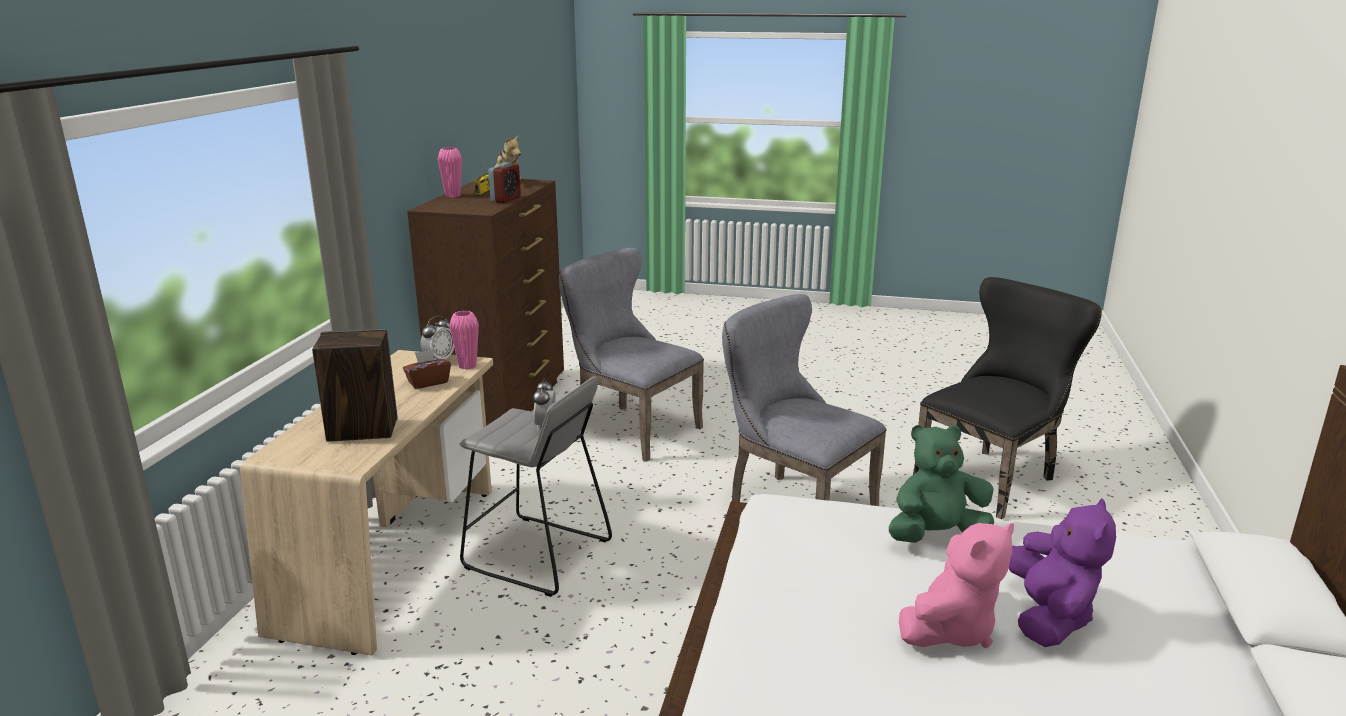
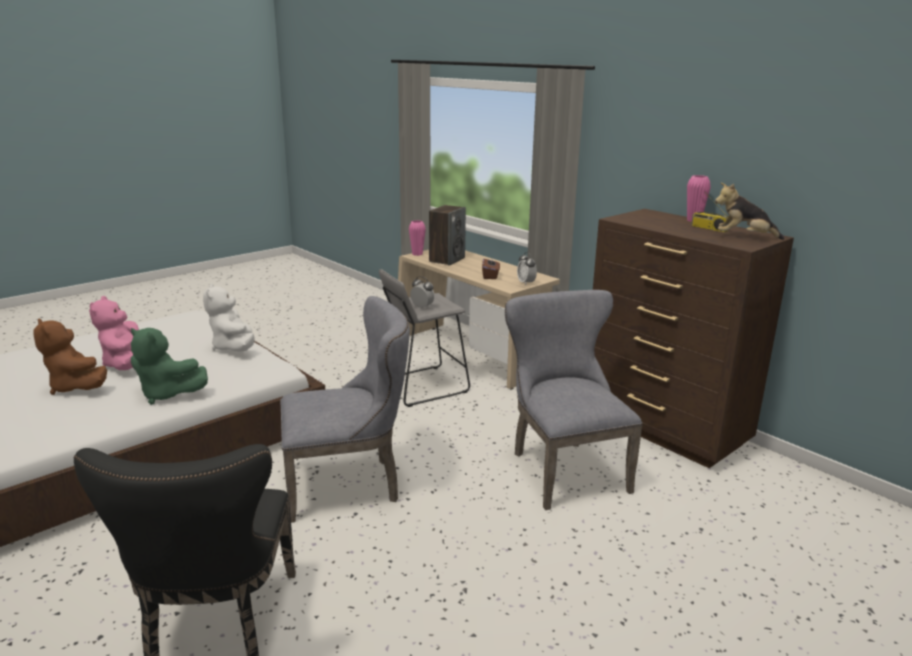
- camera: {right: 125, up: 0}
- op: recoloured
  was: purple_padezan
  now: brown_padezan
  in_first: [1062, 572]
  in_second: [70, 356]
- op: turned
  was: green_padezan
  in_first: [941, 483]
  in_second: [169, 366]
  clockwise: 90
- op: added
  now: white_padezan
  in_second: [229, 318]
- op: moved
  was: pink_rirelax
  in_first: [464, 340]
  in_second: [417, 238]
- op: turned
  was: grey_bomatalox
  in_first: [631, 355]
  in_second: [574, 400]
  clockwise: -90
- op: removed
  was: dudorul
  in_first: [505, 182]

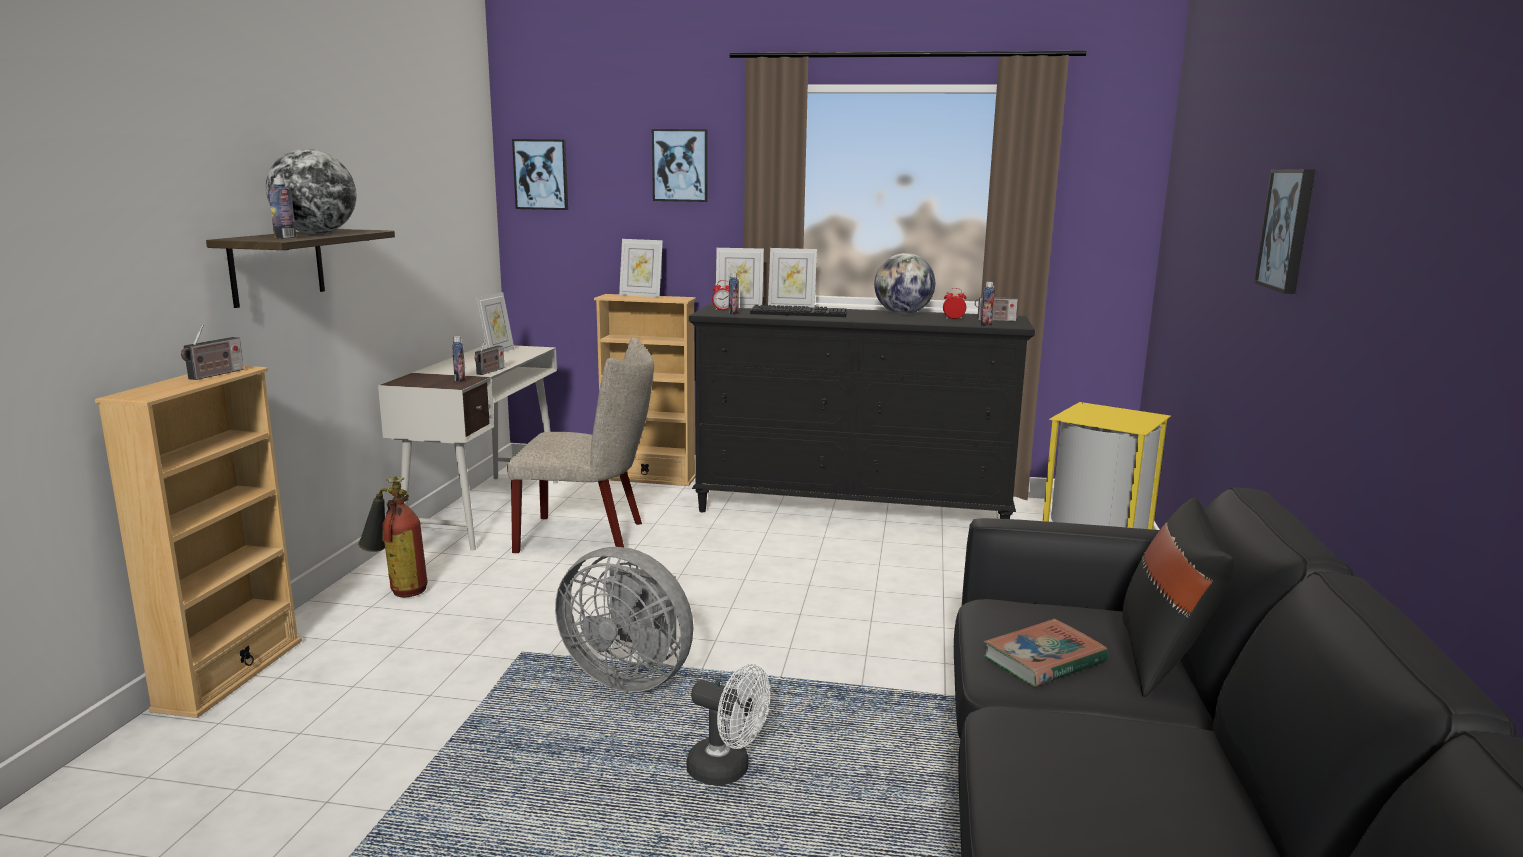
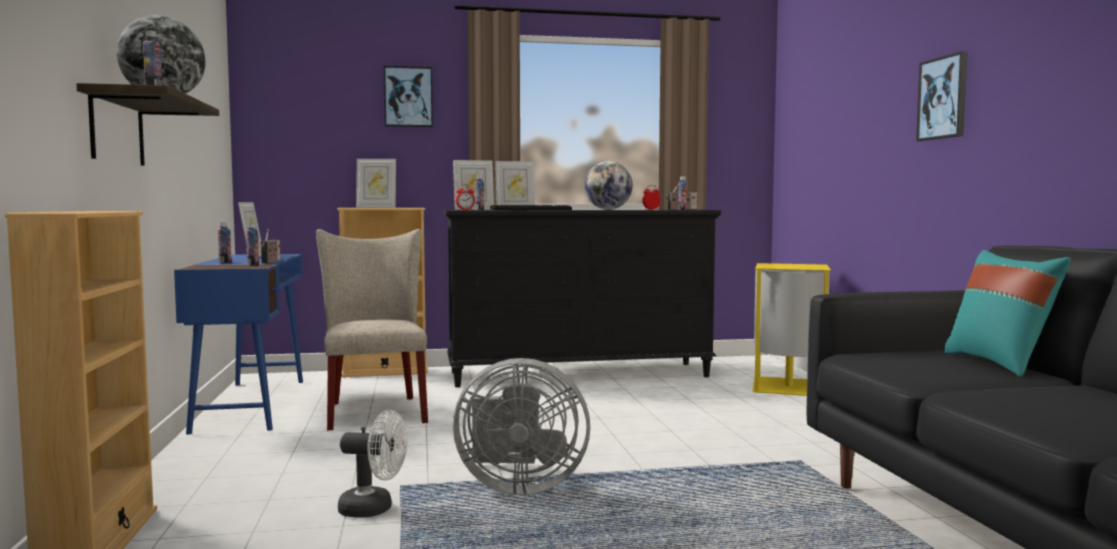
- camera: {right: -20, up: -10}
- op: recoloured
  was: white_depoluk
  now: blue_depoluk
  in_first: [468, 448]
  in_second: [238, 344]
- op: added
  now: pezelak
  in_second: [225, 242]
- op: turned
  was: beige_bomatalox
  in_first: [580, 445]
  in_second: [372, 330]
  clockwise: -90
- op: moved
  was: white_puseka
  in_first: [728, 725]
  in_second: [373, 464]
- op: recoloured
  was: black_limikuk
  now: turquoise_limikuk
  in_first: [1178, 597]
  in_second: [1007, 313]
- op: removed
  was: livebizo
  in_first: [212, 352]
- op: removed
  was: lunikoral
  in_first: [393, 536]
- op: removed
  was: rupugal
  in_first: [540, 174]
- op: removed
  was: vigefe
  in_first: [1046, 653]

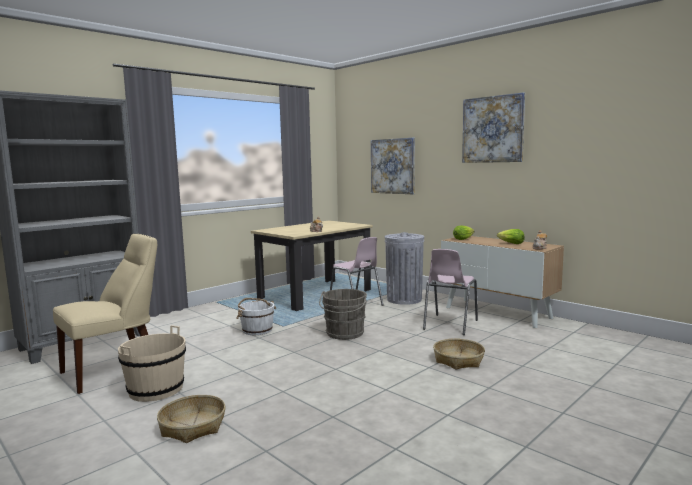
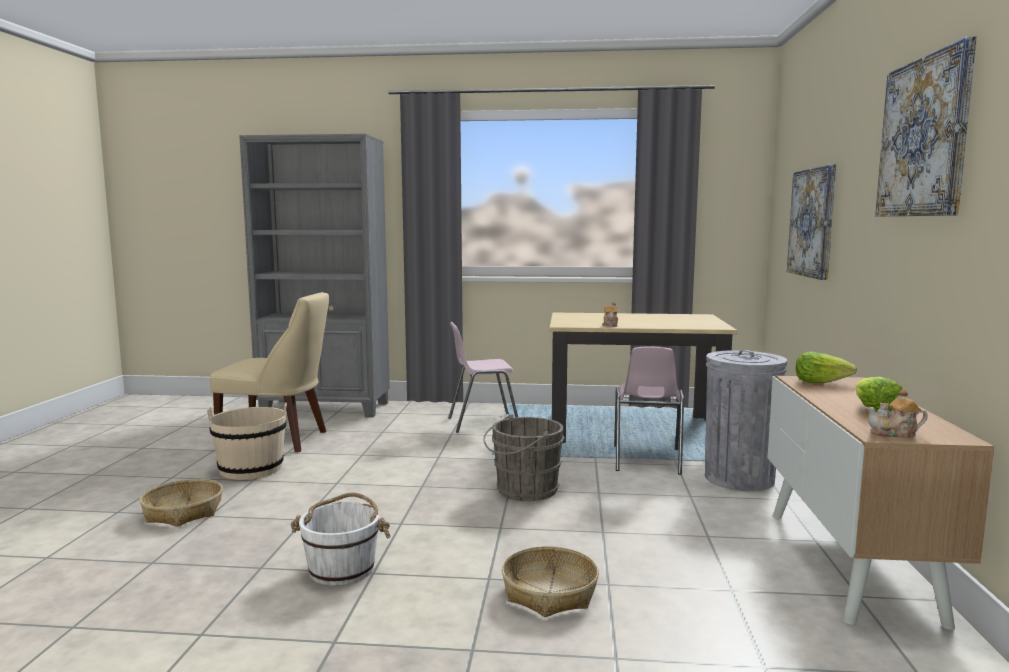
- camera: {right: 50, up: 0}
- op: moved
  was: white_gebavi
  in_first: [256, 316]
  in_second: [340, 539]
- op: moved
  was: pink_bomatalox
  in_first: [450, 292]
  in_second: [483, 377]

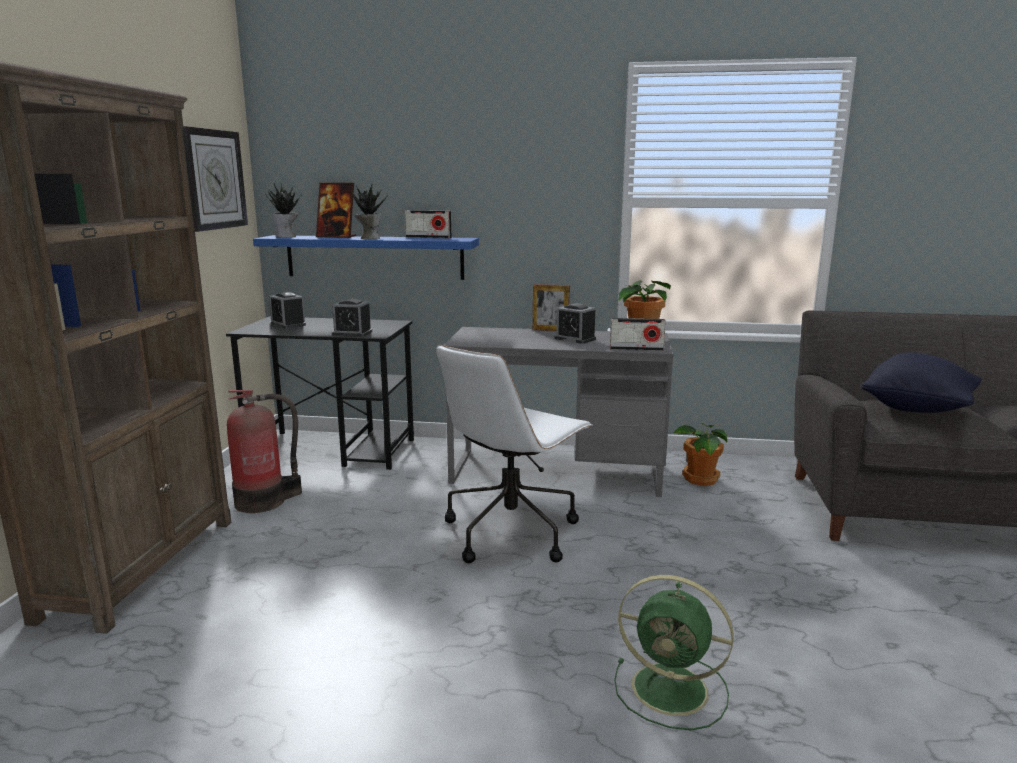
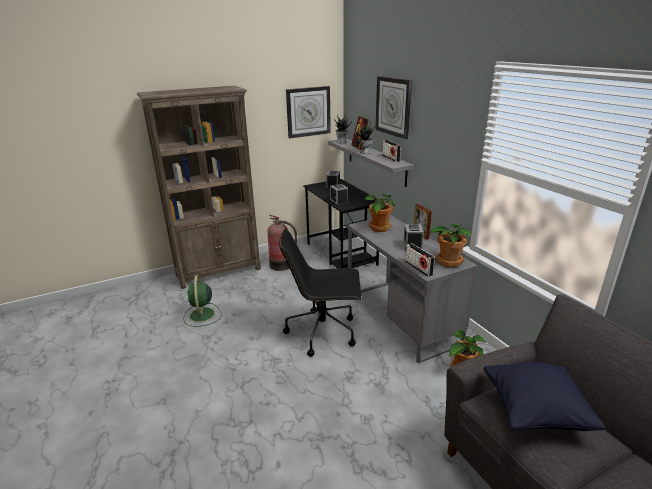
- camera: {right: 55, up: 10}
- op: moved
  was: green_puseka
  in_first: [674, 653]
  in_second: [202, 301]
- op: recoloured
  was: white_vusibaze
  now: black_vusibaze
  in_first: [514, 454]
  in_second: [320, 293]
- op: recoloured
  was: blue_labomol
  now: grey_labomol
  in_first: [366, 257]
  in_second: [371, 163]
- op: added
  now: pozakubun
  in_second: [380, 213]
- op: added
  now: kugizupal
  in_second: [394, 107]

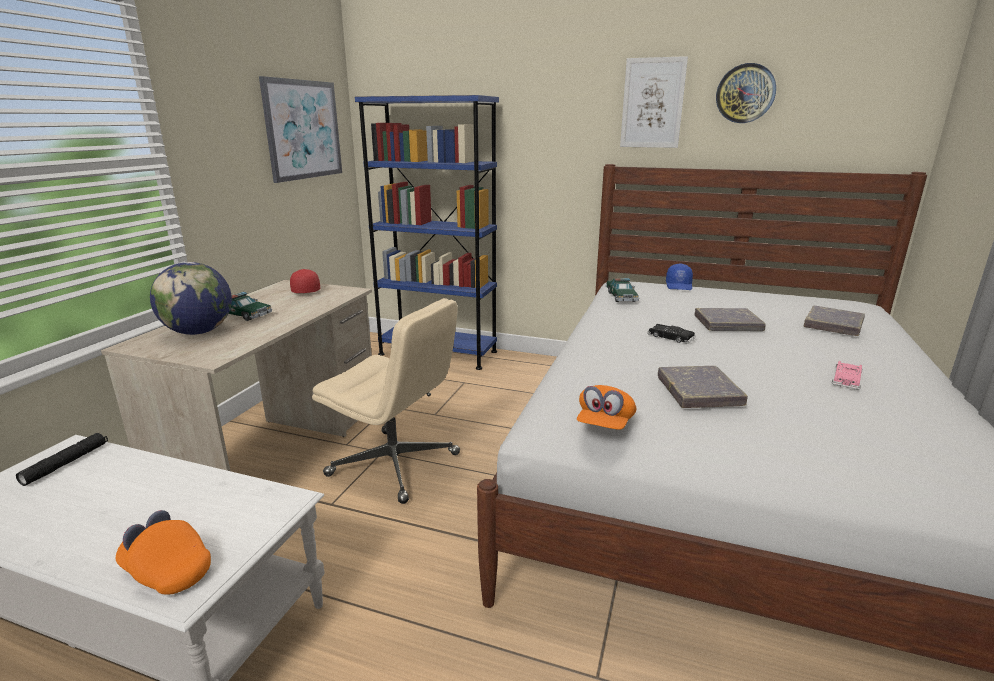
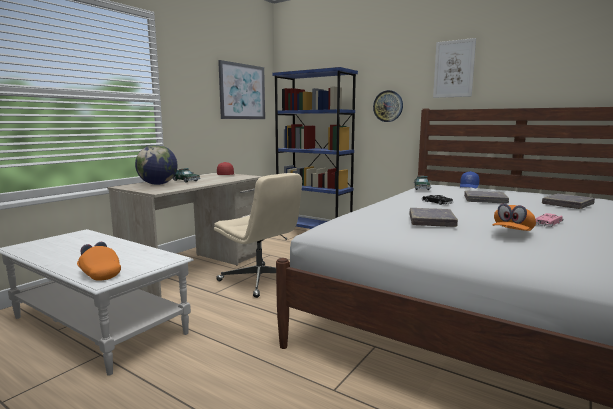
- camera: {right: 15, up: -10}
- op: moved
  was: kugizupal
  in_first: [746, 93]
  in_second: [388, 106]
- op: moved
  was: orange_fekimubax
  in_first: [606, 407]
  in_second: [514, 217]
- op: removed
  was: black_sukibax
  in_first: [62, 459]

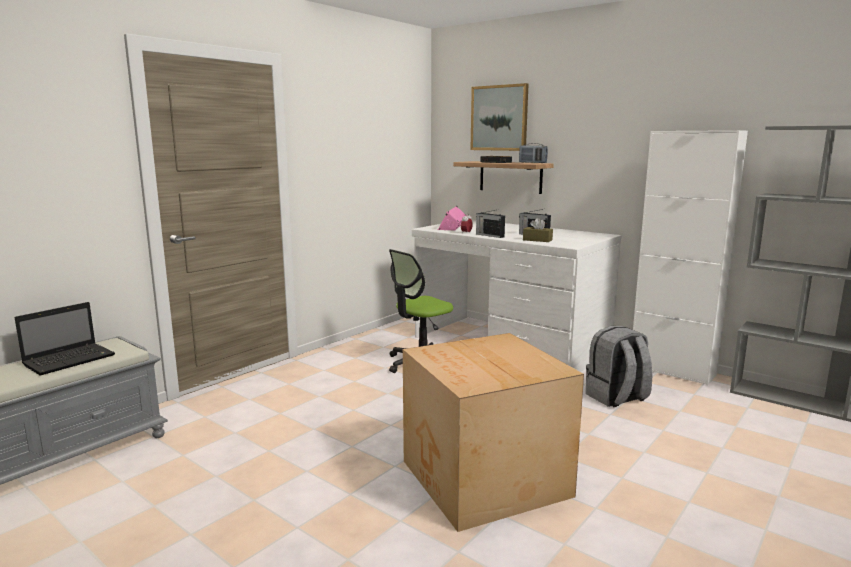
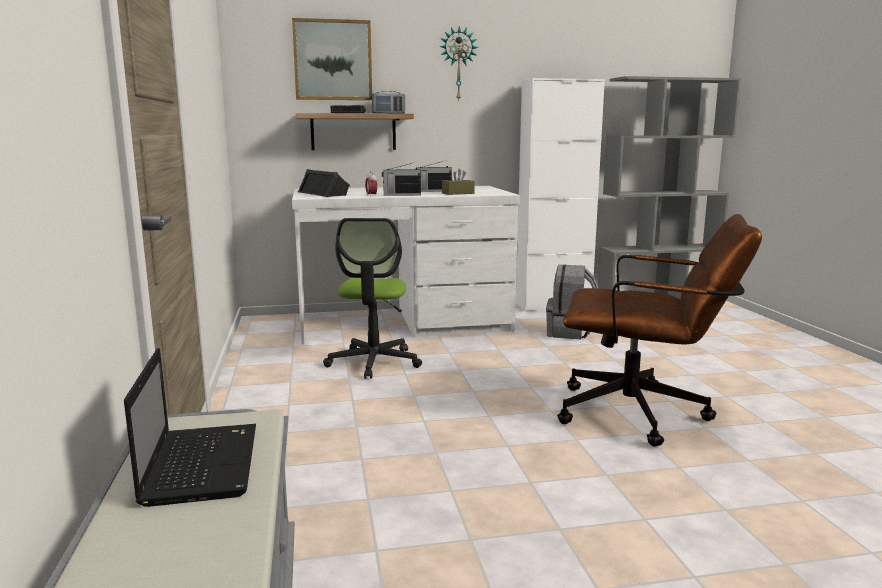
- camera: {right: -50, up: 0}
- op: recoloured
  was: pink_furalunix
  now: black_furalunix
  in_first: [452, 218]
  in_second: [324, 183]
- op: added
  now: kugizupal
  in_second: [458, 64]
- op: replaced
  was: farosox
  now: brown_vusibaze
  in_first: [493, 432]
  in_second: [659, 330]

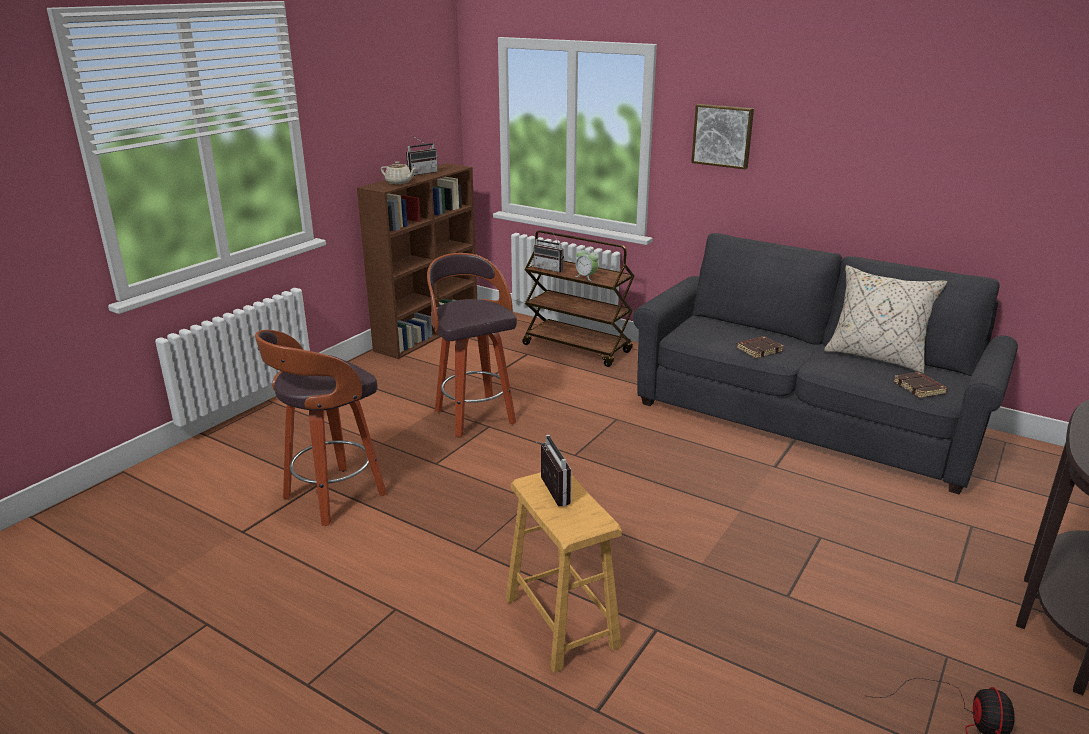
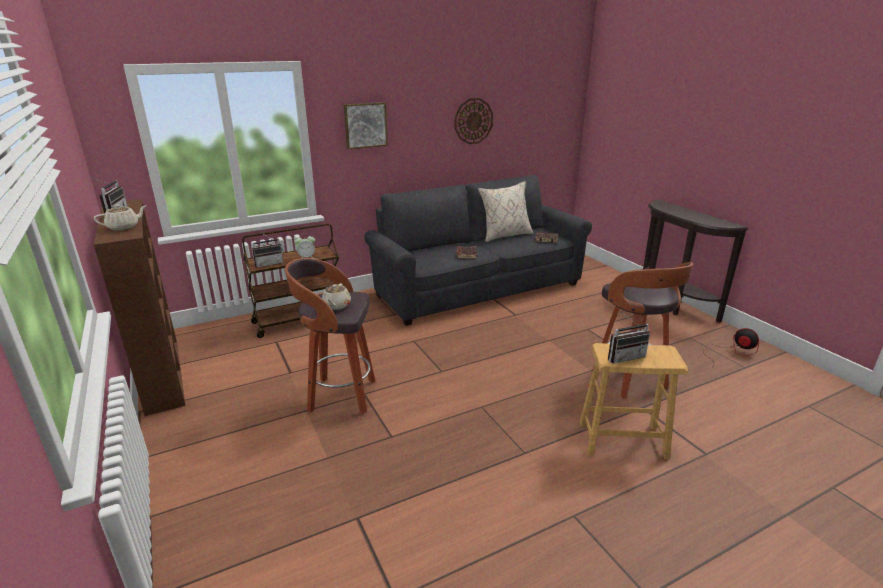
- camera: {right: -60, up: 0}
- op: added
  now: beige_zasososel
  in_second: [336, 296]
- op: added
  now: kugizupal
  in_second: [474, 121]
- op: moved
  was: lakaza
  in_first: [320, 428]
  in_second: [643, 330]
- op: turned
  was: livebizo
  in_first: [554, 470]
  in_second: [629, 337]
  clockwise: 150

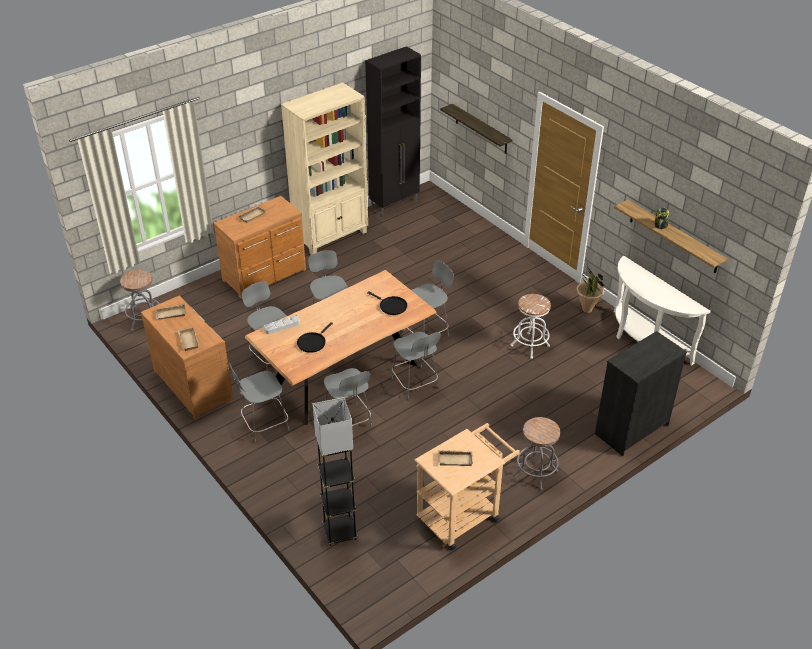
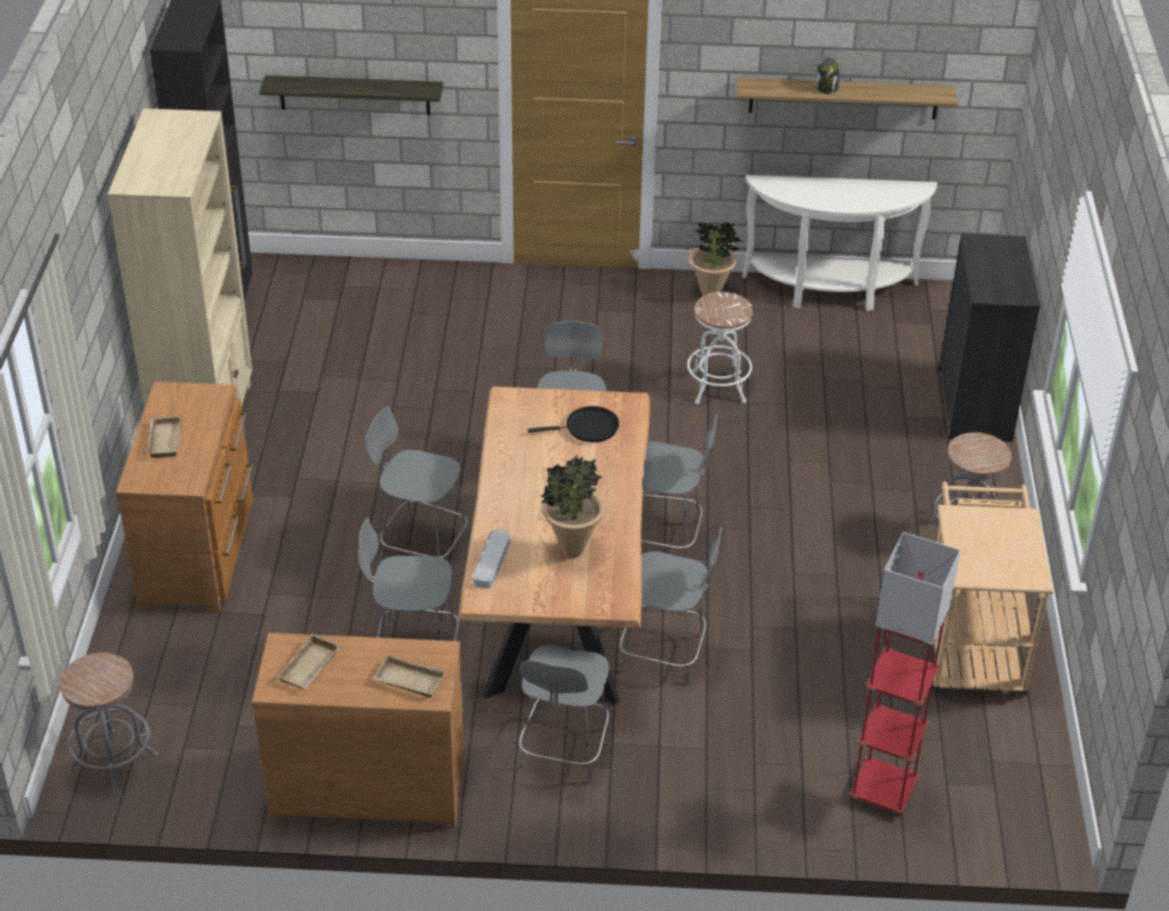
- camera: {right: -50, up: 0}
- op: replaced
  was: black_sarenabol
  now: pozakubun
  in_first: [315, 337]
  in_second: [573, 506]
- op: recoloured
  was: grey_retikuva
  now: red_retikuva
  in_first: [335, 471]
  in_second: [905, 674]
- op: removed
  was: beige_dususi
  in_first: [455, 458]

